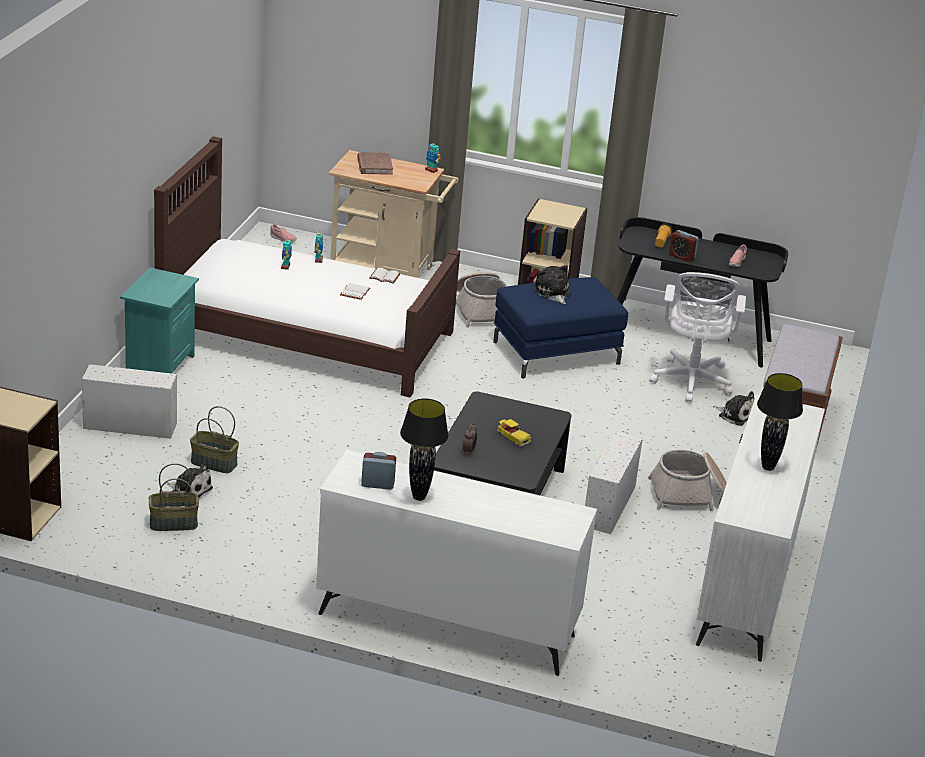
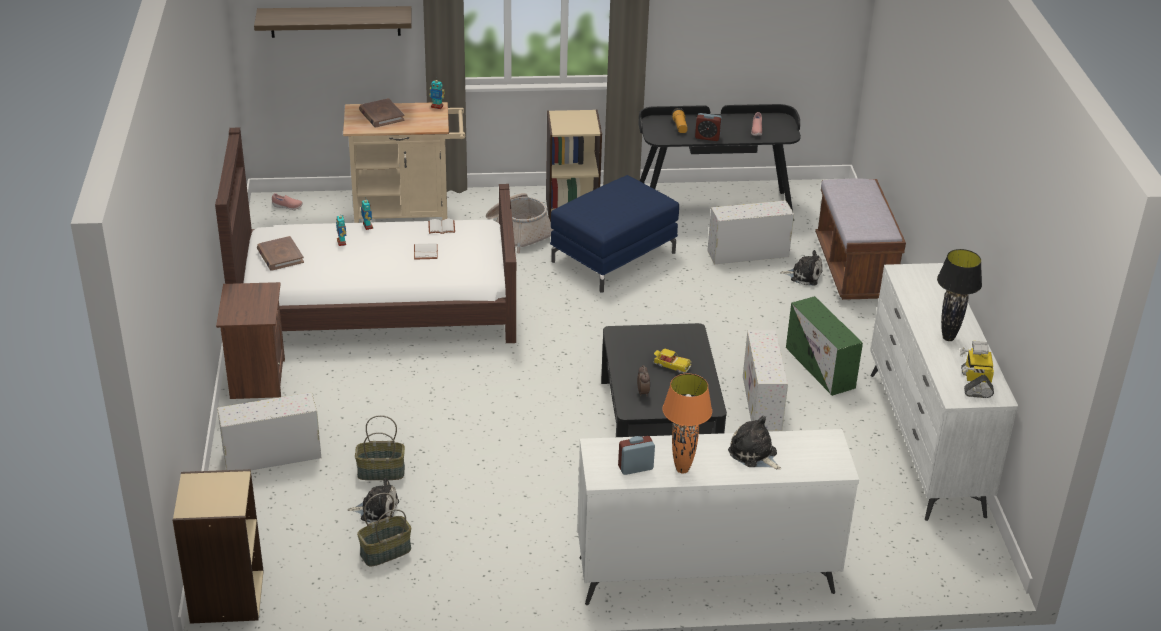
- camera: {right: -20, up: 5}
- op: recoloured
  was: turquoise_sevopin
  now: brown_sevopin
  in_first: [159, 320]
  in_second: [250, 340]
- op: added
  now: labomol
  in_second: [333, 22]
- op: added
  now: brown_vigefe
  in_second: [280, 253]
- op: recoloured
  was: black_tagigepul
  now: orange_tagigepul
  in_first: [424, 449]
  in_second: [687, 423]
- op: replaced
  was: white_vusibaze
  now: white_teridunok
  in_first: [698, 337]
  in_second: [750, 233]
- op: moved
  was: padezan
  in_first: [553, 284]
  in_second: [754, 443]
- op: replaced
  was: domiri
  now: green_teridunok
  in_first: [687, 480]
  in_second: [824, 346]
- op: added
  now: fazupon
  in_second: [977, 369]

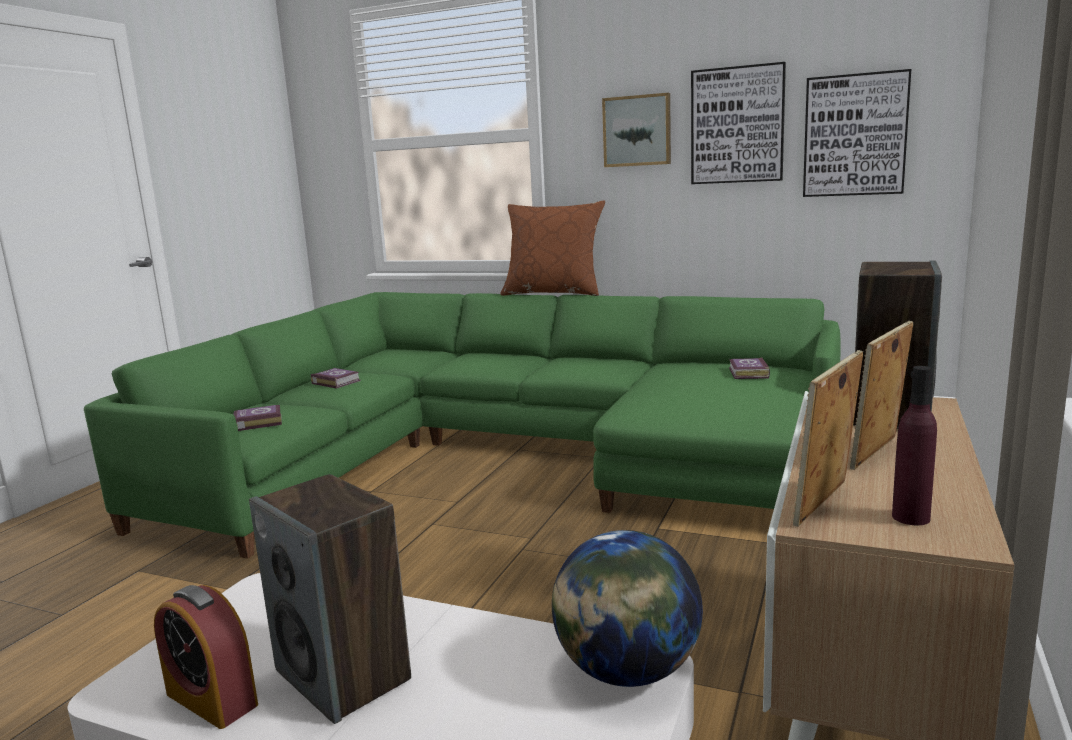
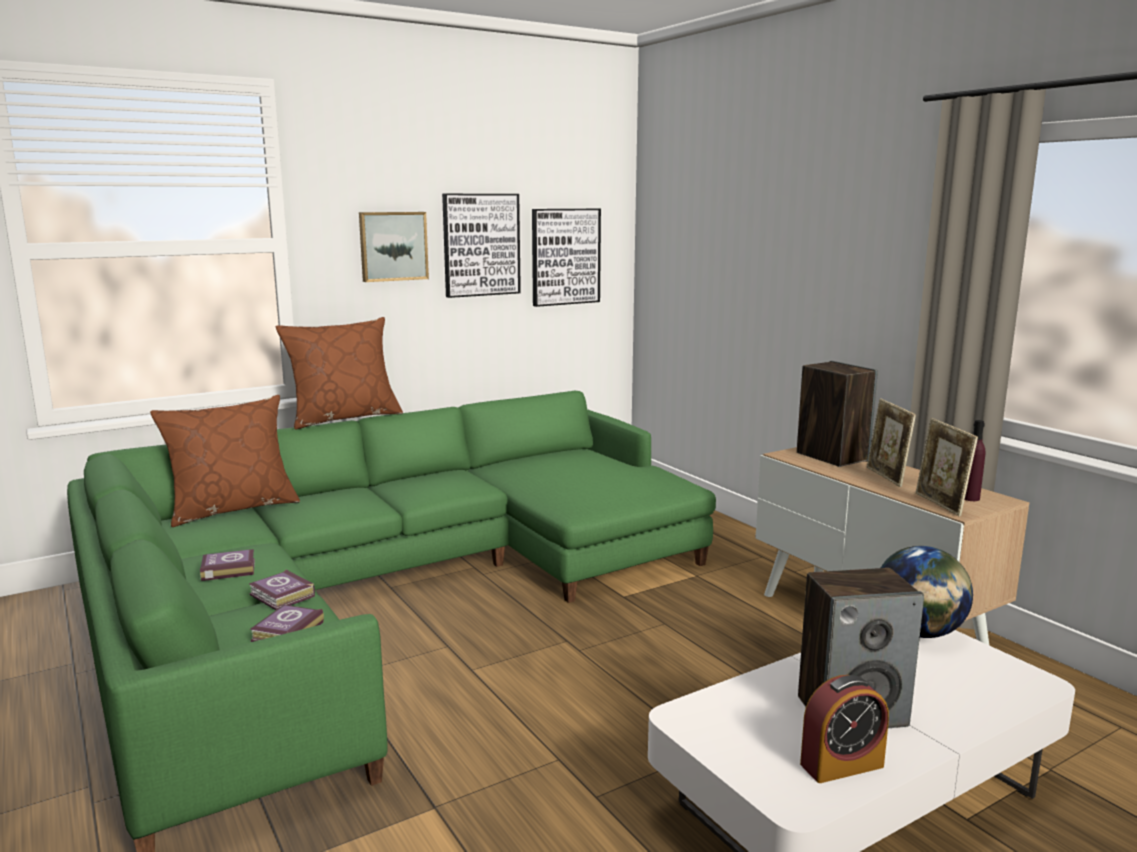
- camera: {right: -55, up: 0}
- op: added
  now: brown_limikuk
  in_second: [225, 461]
- op: moved
  was: vigefe
  in_first: [749, 368]
  in_second: [282, 590]

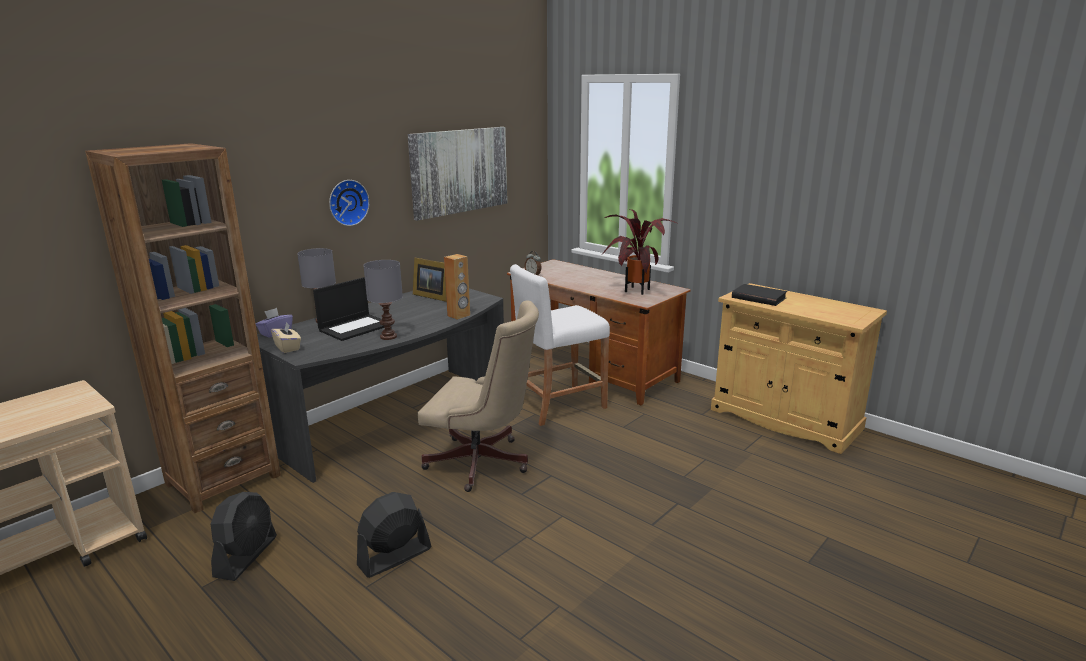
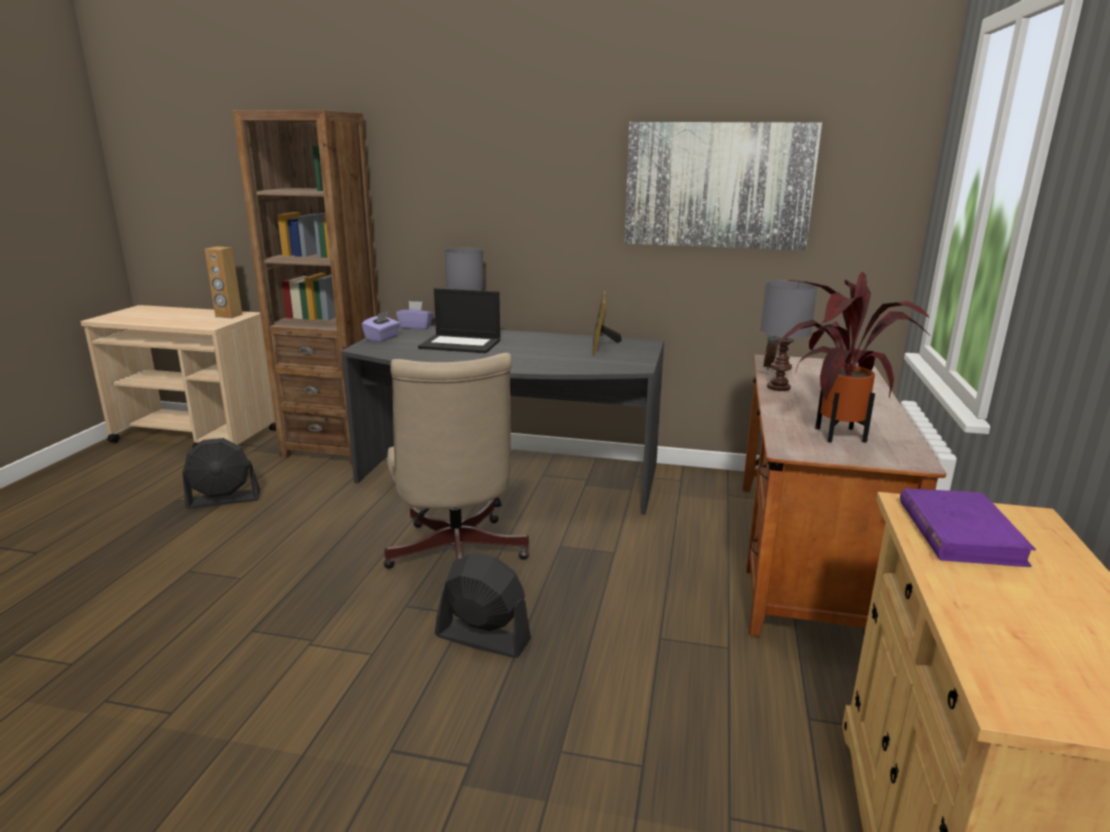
- camera: {right: 60, up: 0}
- op: moved
  was: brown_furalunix
  in_first: [457, 287]
  in_second: [223, 282]
- op: recoloured
  was: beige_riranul
  now: purple_riranul
  in_first: [286, 337]
  in_second: [380, 326]
- op: moved
  was: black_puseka
  in_first: [394, 535]
  in_second: [483, 605]
- op: moved
  was: grey_tagigepul
  in_first: [383, 300]
  in_second: [788, 335]
- op: recoloured
  was: black_vigefe
  now: purple_vigefe
  in_first: [759, 295]
  in_second: [968, 527]
- op: removed
  was: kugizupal
  in_first: [349, 203]
- op: removed
  was: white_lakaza
  in_first: [560, 345]

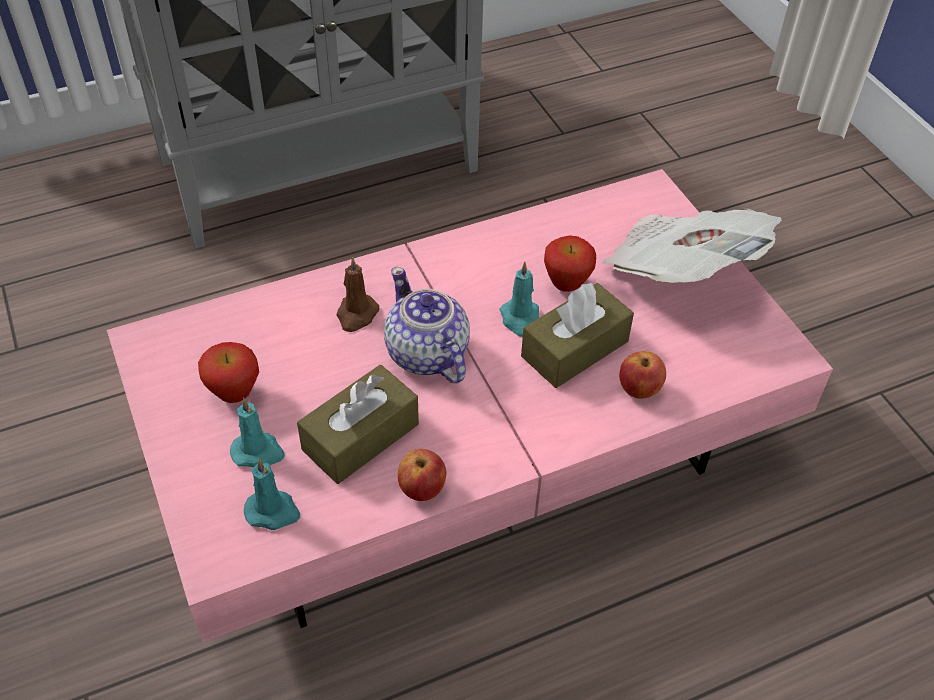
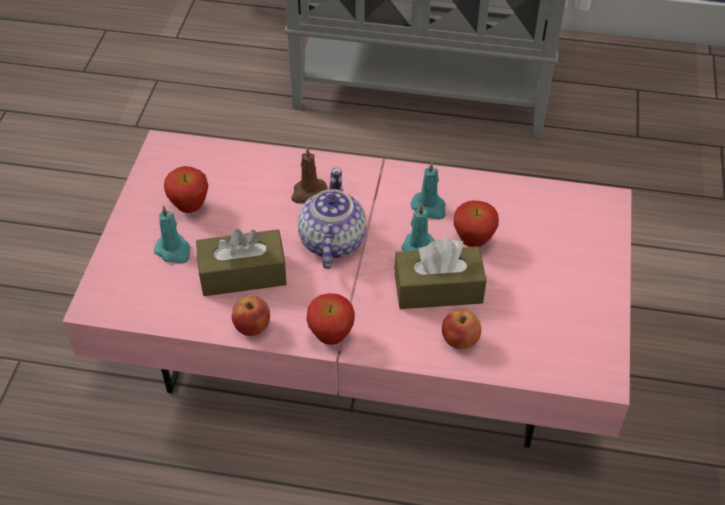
- camera: {right: 35, up: 0}
- op: added
  now: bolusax
  in_second: [331, 319]
- op: moved
  was: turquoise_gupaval
  in_first: [272, 494]
  in_second: [428, 190]
- op: removed
  was: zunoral
  in_first: [692, 246]

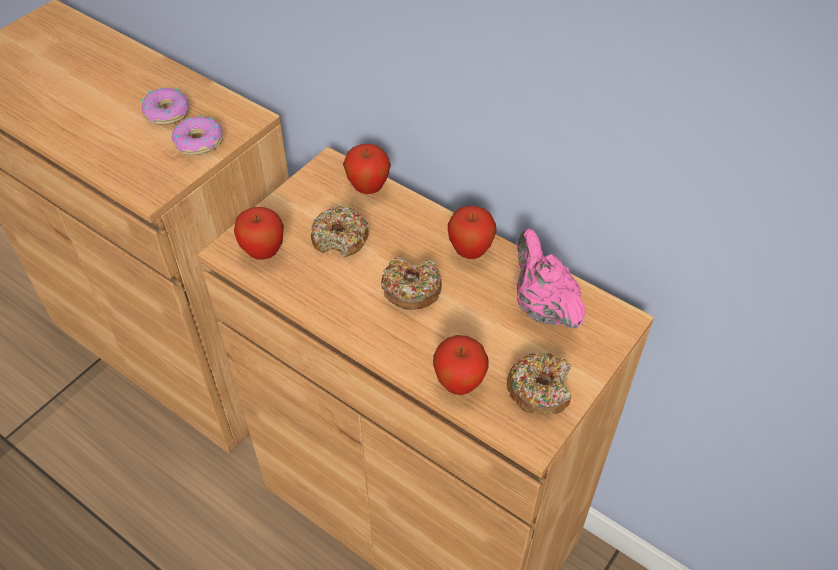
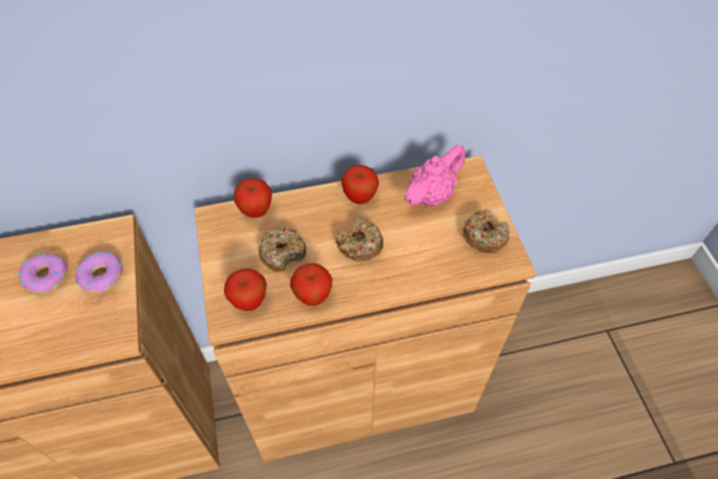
- camera: {right: -50, up: 5}
- op: moved
  was: bolusax
  in_first: [461, 365]
  in_second: [311, 284]
- op: turned
  was: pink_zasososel
  in_first: [551, 279]
  in_second: [435, 176]
  clockwise: 120

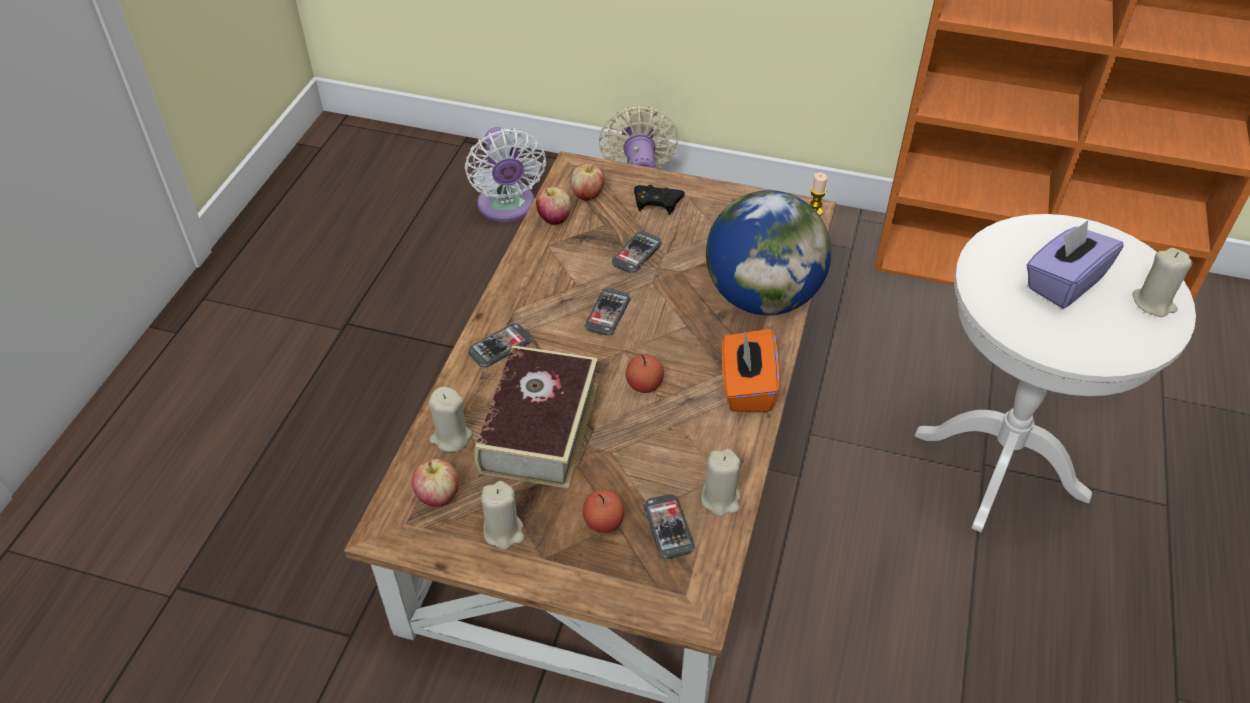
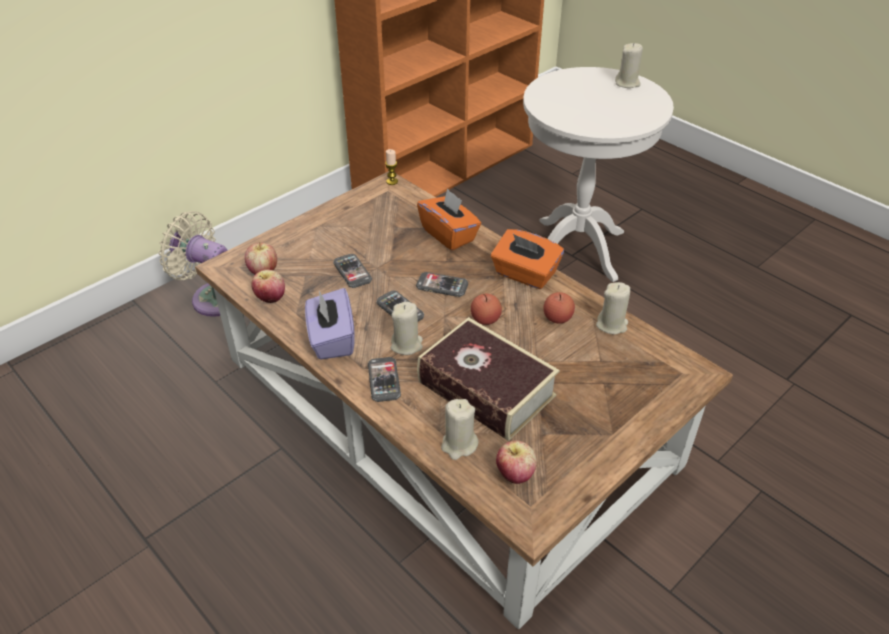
- camera: {right: -60, up: -5}
- op: moved
  was: purple_riranul
  in_first: [1075, 264]
  in_second: [330, 324]
- op: moved
  was: beige_gupaval
  in_first: [502, 515]
  in_second: [407, 328]
- op: moved
  was: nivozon
  in_first: [669, 526]
  in_second: [442, 284]
- op: replaced
  was: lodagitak
  now: orange_riranul
  in_first: [768, 252]
  in_second: [449, 219]
- op: moved
  was: bolusax
  in_first: [604, 511]
  in_second: [559, 308]
- op: removed
  was: white_puseka
  in_first: [505, 174]
- op: removed
  was: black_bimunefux
  in_first: [659, 200]

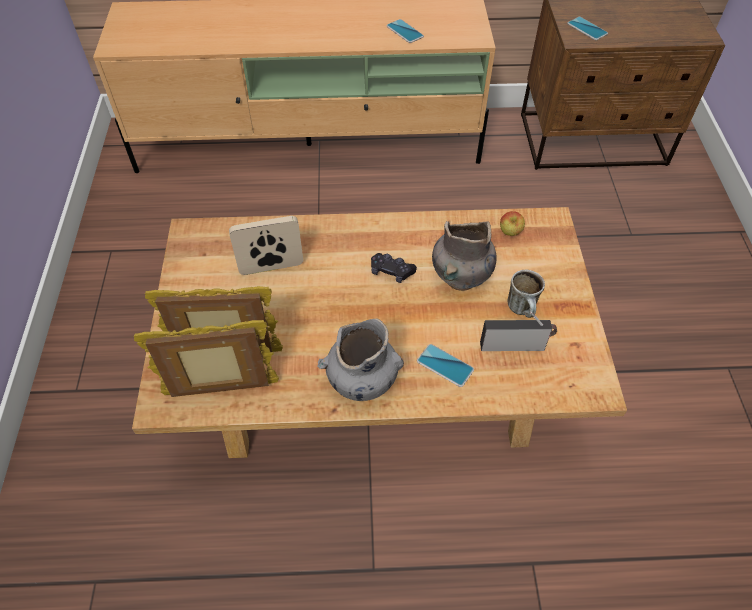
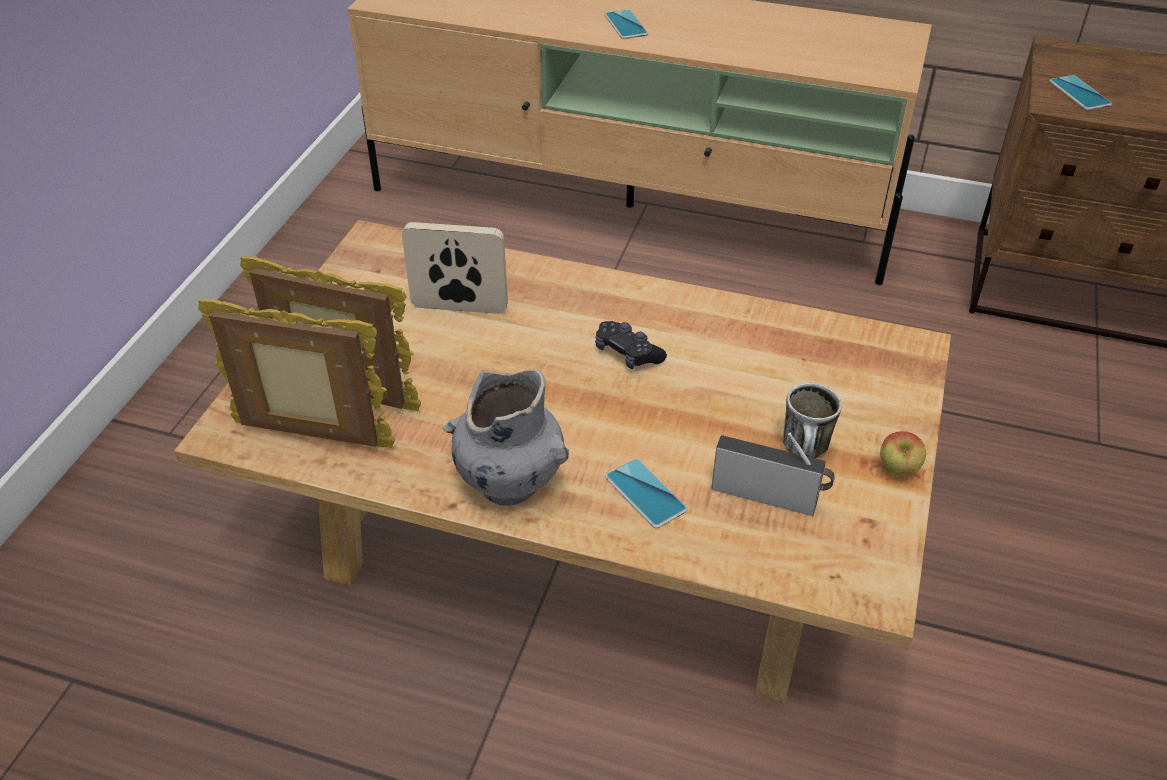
- camera: {right: 20, up: -10}
- op: moved
  was: nivozon
  in_first: [405, 31]
  in_second: [626, 24]
- op: moved
  was: bolusax
  in_first: [512, 223]
  in_second: [903, 453]
- op: removed
  was: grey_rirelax
  in_first: [464, 256]

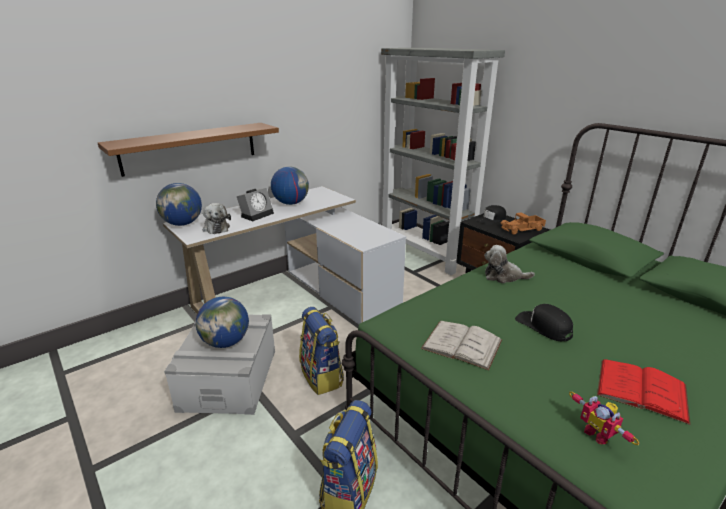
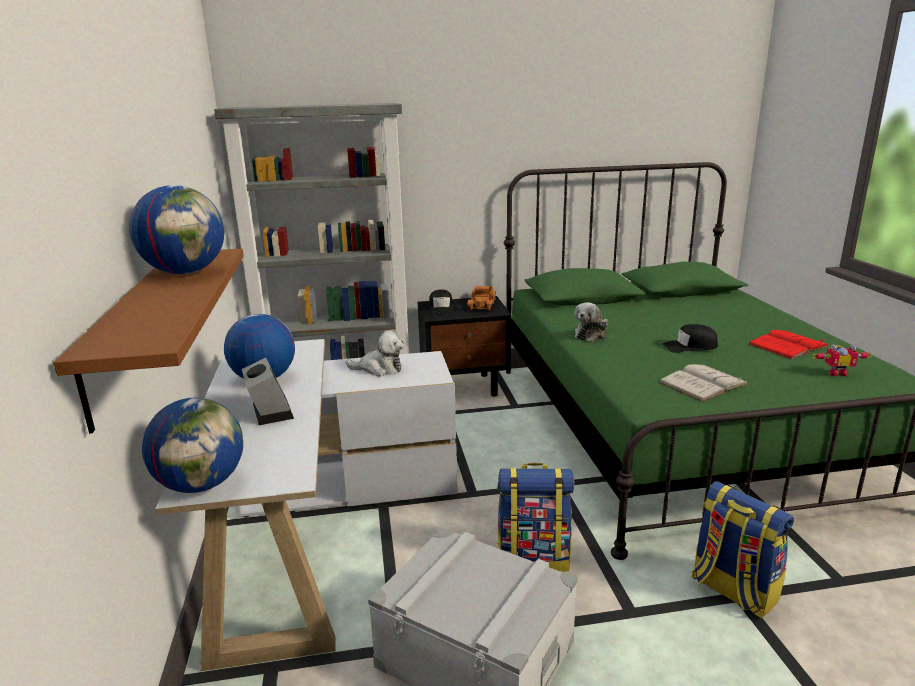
- camera: {right: -60, up: -5}
- op: moved
  was: lodagitak
  in_first: [222, 322]
  in_second: [176, 229]
- op: moved
  was: padezan
  in_first: [217, 218]
  in_second: [374, 354]

